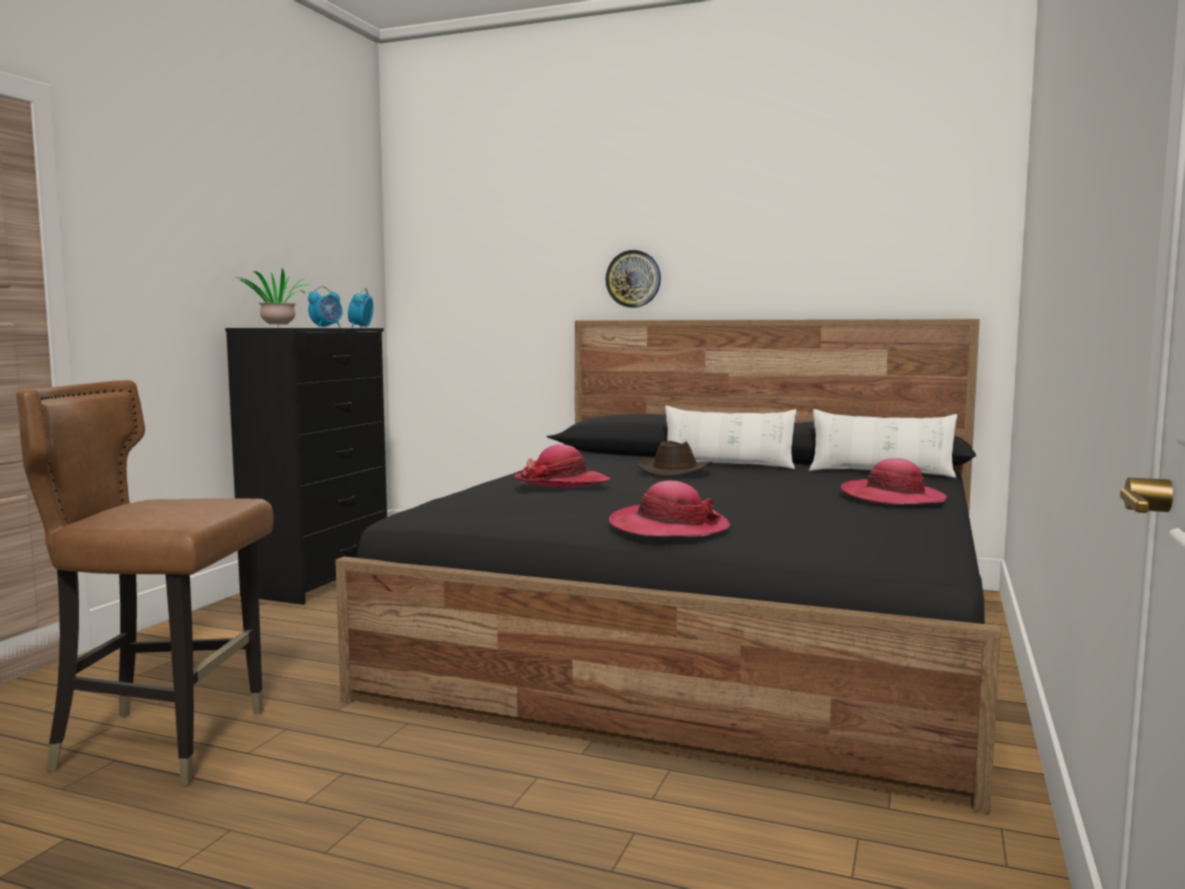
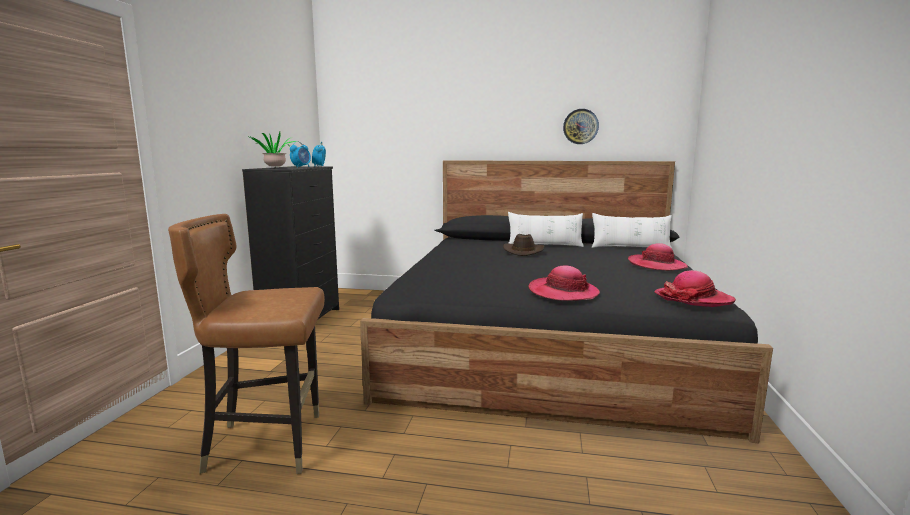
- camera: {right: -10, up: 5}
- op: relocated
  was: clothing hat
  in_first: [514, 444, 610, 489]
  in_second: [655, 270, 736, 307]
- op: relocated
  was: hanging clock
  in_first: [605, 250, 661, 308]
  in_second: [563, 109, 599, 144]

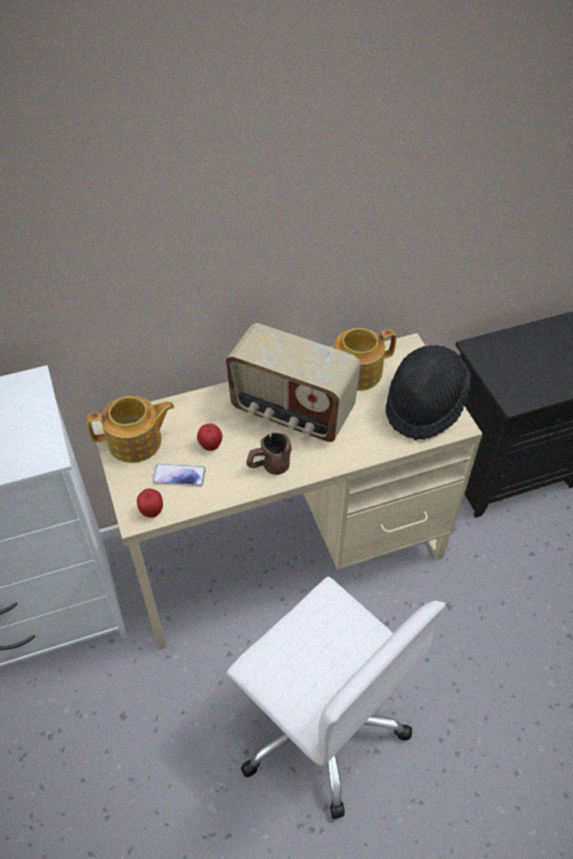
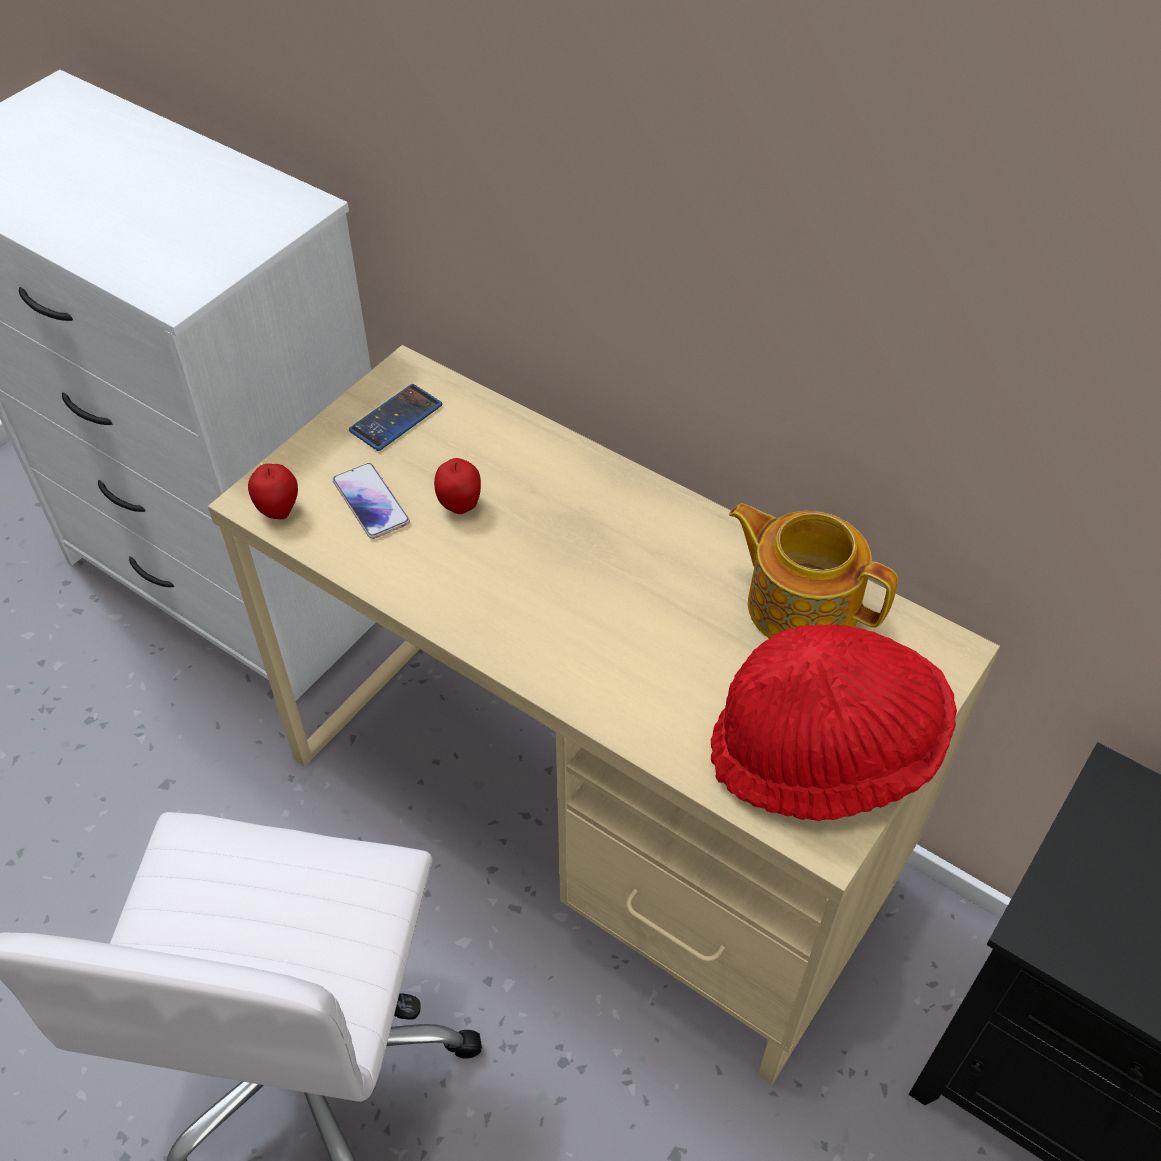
- camera: {right: 55, up: 0}
- op: exchanged
  was: teapot
  now: telephone
  in_first: [86, 396, 174, 463]
  in_second: [349, 384, 442, 451]
- op: missing
  was: radio set
  in_first: [226, 323, 361, 442]
- op: missing
  was: mug in brown-coloured
  in_first: [246, 433, 291, 475]
- op: colour
  was: clothing hat in black
  now: clothing hat in red-coloured
  in_first: [386, 345, 472, 441]
  in_second: [711, 624, 957, 821]

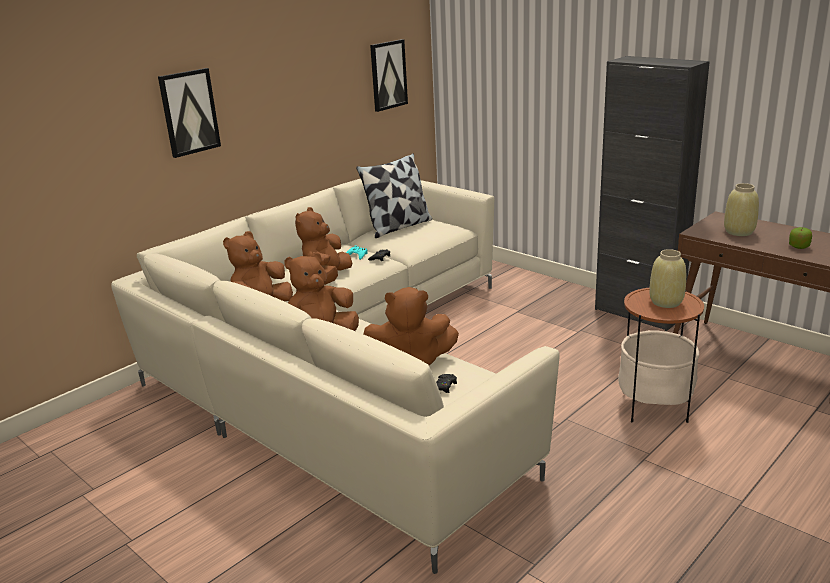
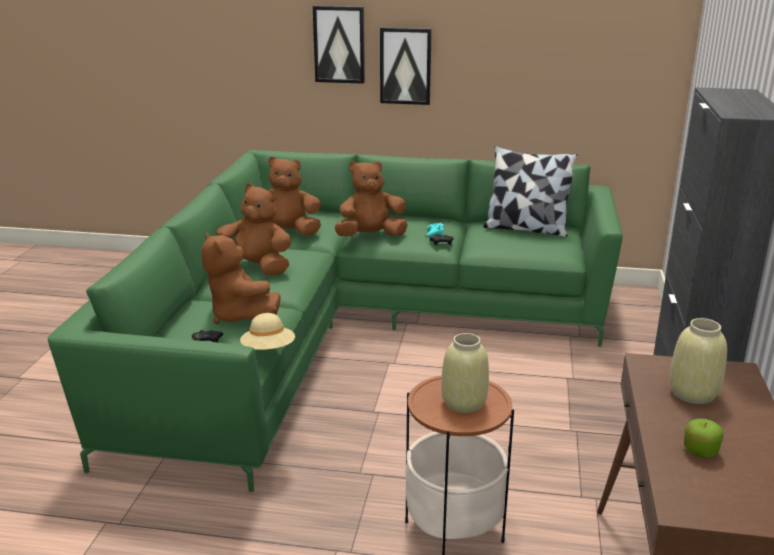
- camera: {right: 55, up: 0}
- op: colour
  was: couch in beige-coloured
  now: couch in greenish
  in_first: [111, 178, 560, 574]
  in_second: [48, 150, 623, 492]
- op: relocated
  was: wall picture
  in_first: [370, 39, 408, 112]
  in_second: [380, 27, 432, 105]
- op: appeared
  now: clothing hat in beige-coloured
  in_second: [240, 313, 295, 350]

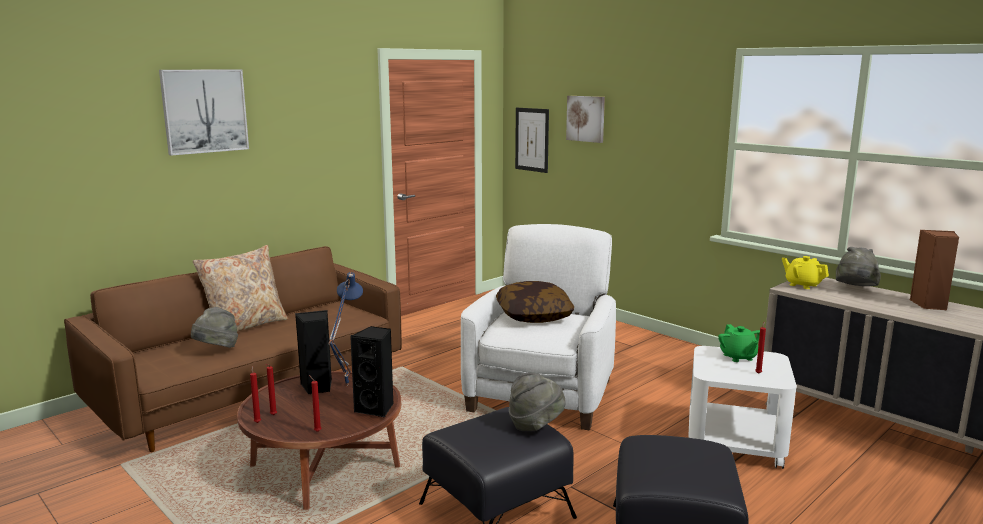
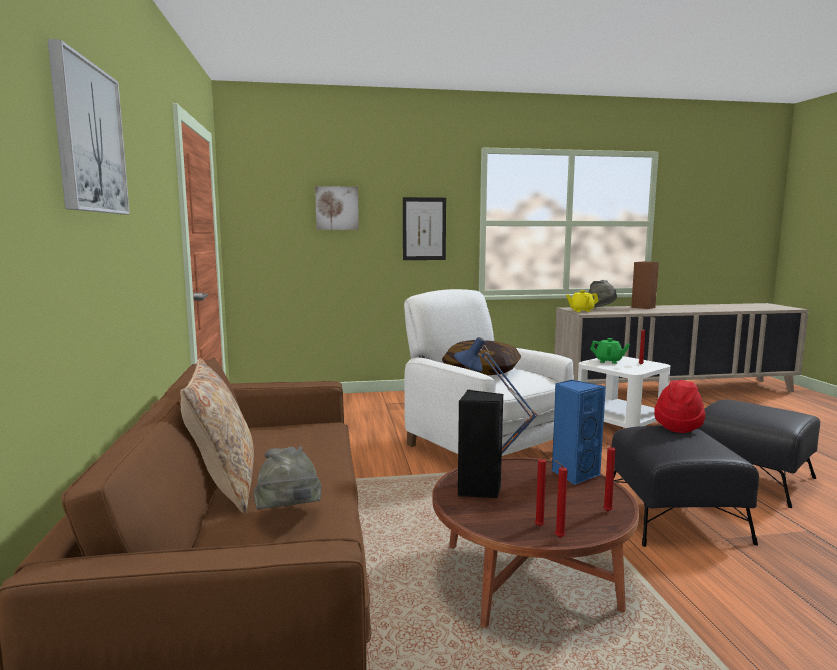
- camera: {right: -55, up: -5}
- op: colour
  was: loudspeaker in black
  now: loudspeaker in blue
  in_first: [350, 326, 394, 418]
  in_second: [552, 380, 606, 485]
- op: colour
  was: clothing hat in grey
  now: clothing hat in red-coloured
  in_first: [509, 372, 566, 431]
  in_second: [654, 380, 705, 433]
- op: relocated
  was: wall picture
  in_first: [515, 108, 549, 173]
  in_second: [403, 197, 446, 260]

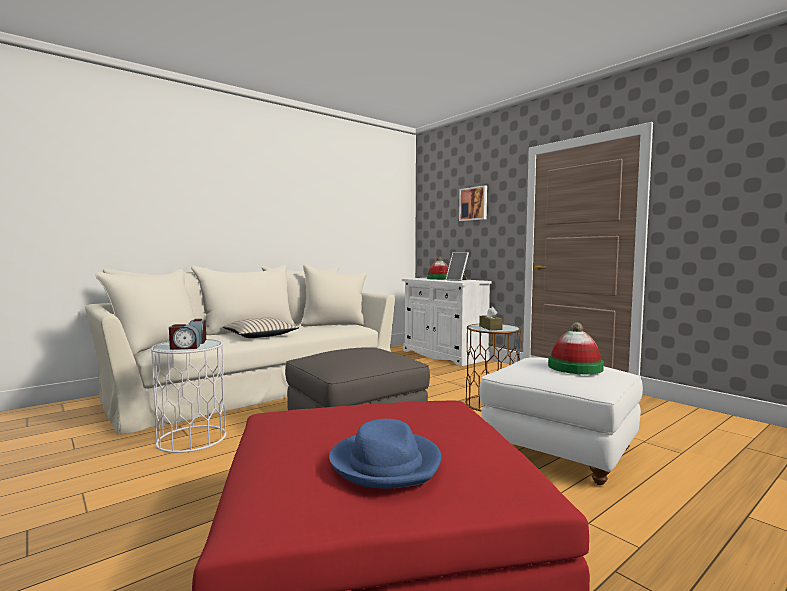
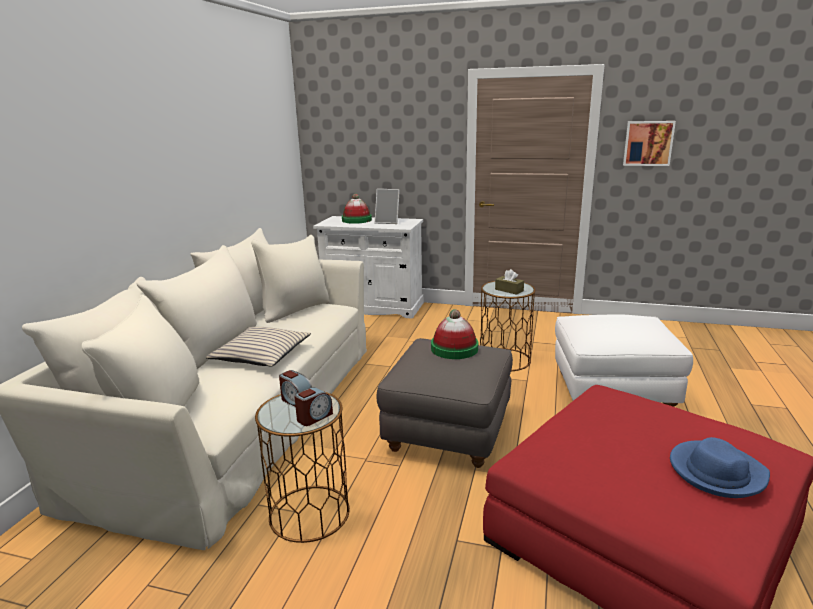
- camera: {right: -35, up: 15}
- op: colour
  was: side table in white-coloured
  now: side table in brown-coloured
  in_first: [151, 339, 226, 453]
  in_second: [255, 391, 350, 543]
- op: relocated
  was: wall picture
  in_first: [459, 185, 487, 221]
  in_second: [623, 121, 676, 166]
- op: relocated
  was: clothing hat
  in_first: [548, 322, 604, 374]
  in_second: [431, 309, 478, 359]

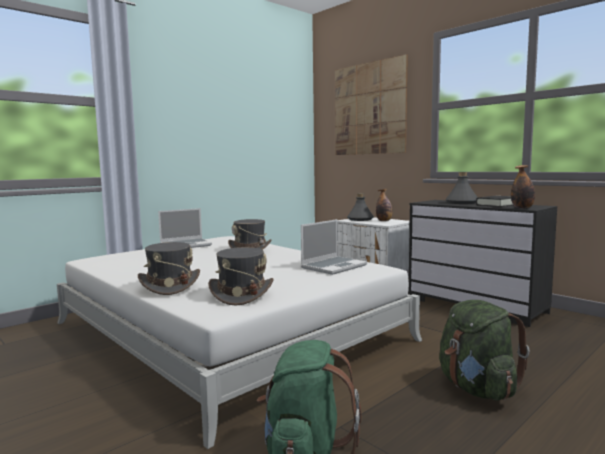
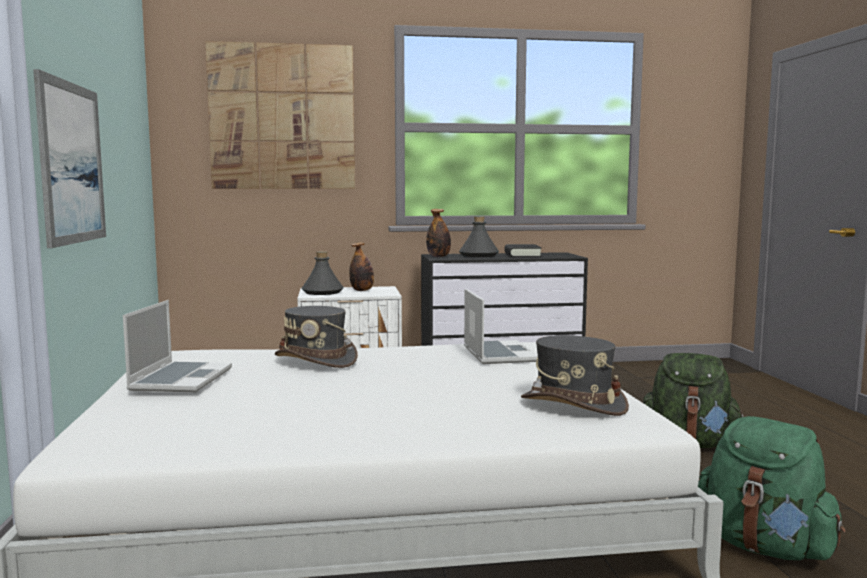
- camera: {right: -55, up: 0}
- op: missing
  was: clothing hat in grey
  in_first: [138, 242, 200, 295]
- op: relocated
  was: bottle
  in_first: [511, 165, 535, 208]
  in_second: [426, 209, 451, 257]
- op: appeared
  now: wall picture
  in_second: [33, 69, 106, 248]

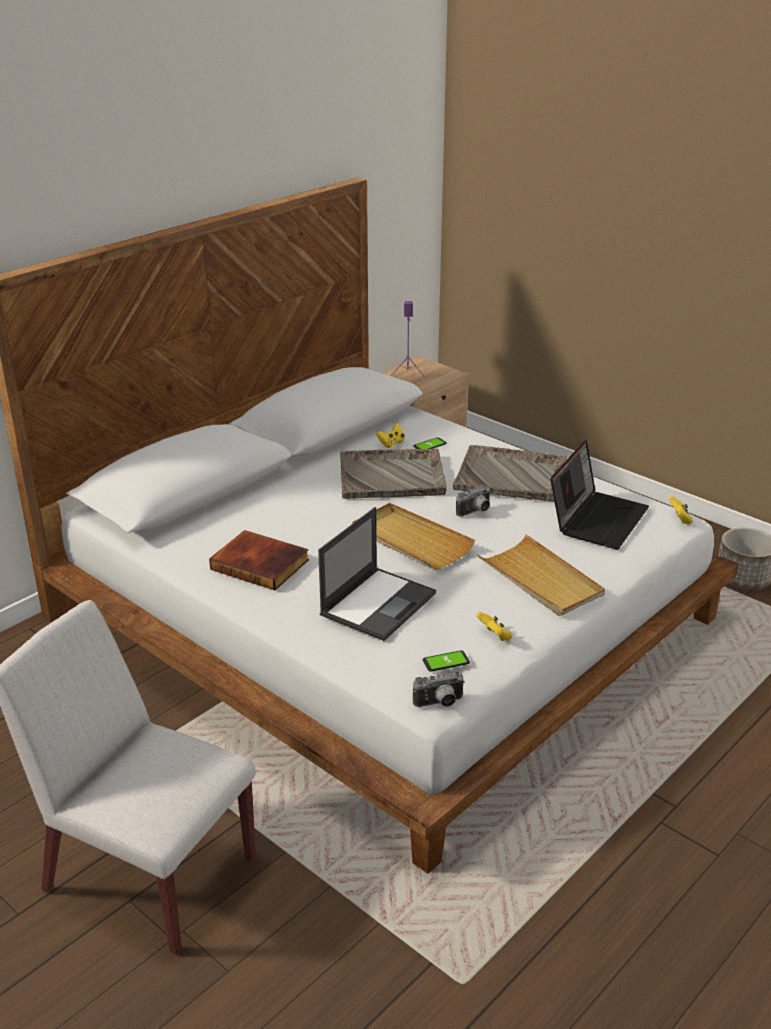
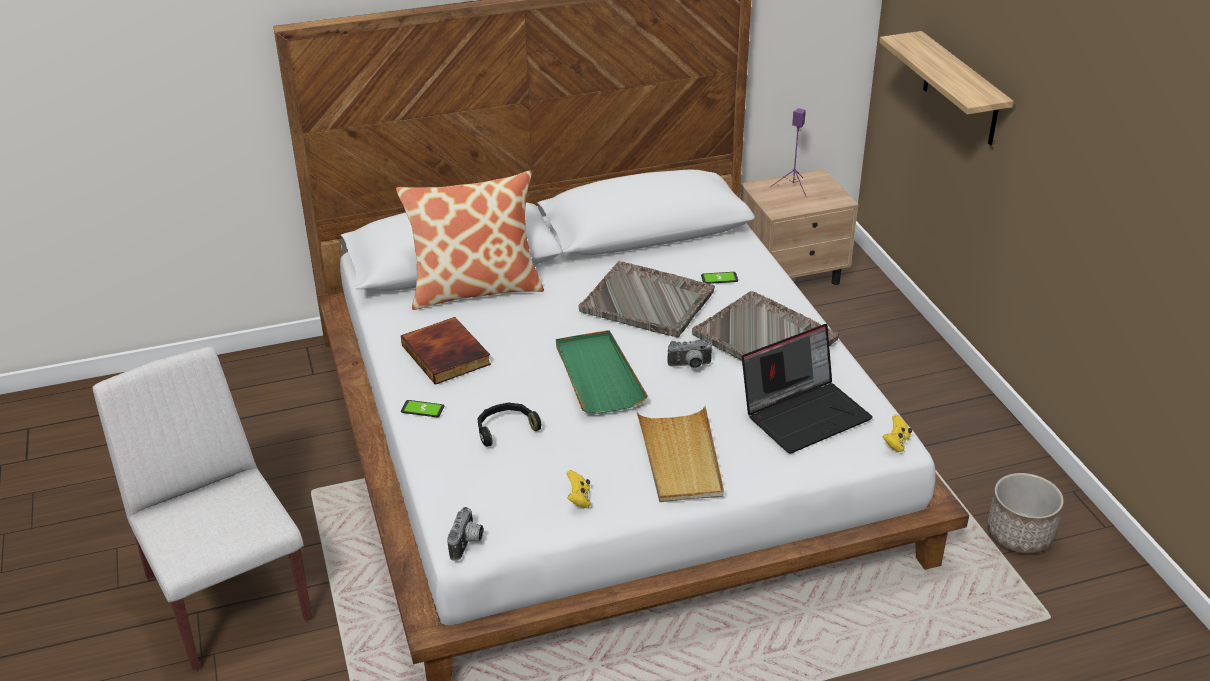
- camera: {right: 30, up: 5}
- op: exchanged
  was: laptop
  now: headphones in black
  in_first: [318, 507, 436, 641]
  in_second: [477, 403, 541, 447]
- op: colour
  was: carrying tray in beige-coloured
  now: carrying tray in greenish
  in_first: [352, 503, 475, 569]
  in_second: [556, 330, 648, 414]
- op: missing
  was: gamepad in yellowish
  in_first: [376, 423, 405, 448]
- op: spun
  was: still camera
  in_first: [413, 671, 465, 707]
  in_second: [447, 507, 484, 561]
  clockwise: -90
- op: relocated
  was: telephone
  in_first: [423, 650, 470, 672]
  in_second: [401, 400, 444, 417]
- op: appeared
  now: throw pillow
  in_second: [396, 171, 544, 310]
- op: appeared
  now: bracket shelf
  in_second: [879, 31, 1014, 146]

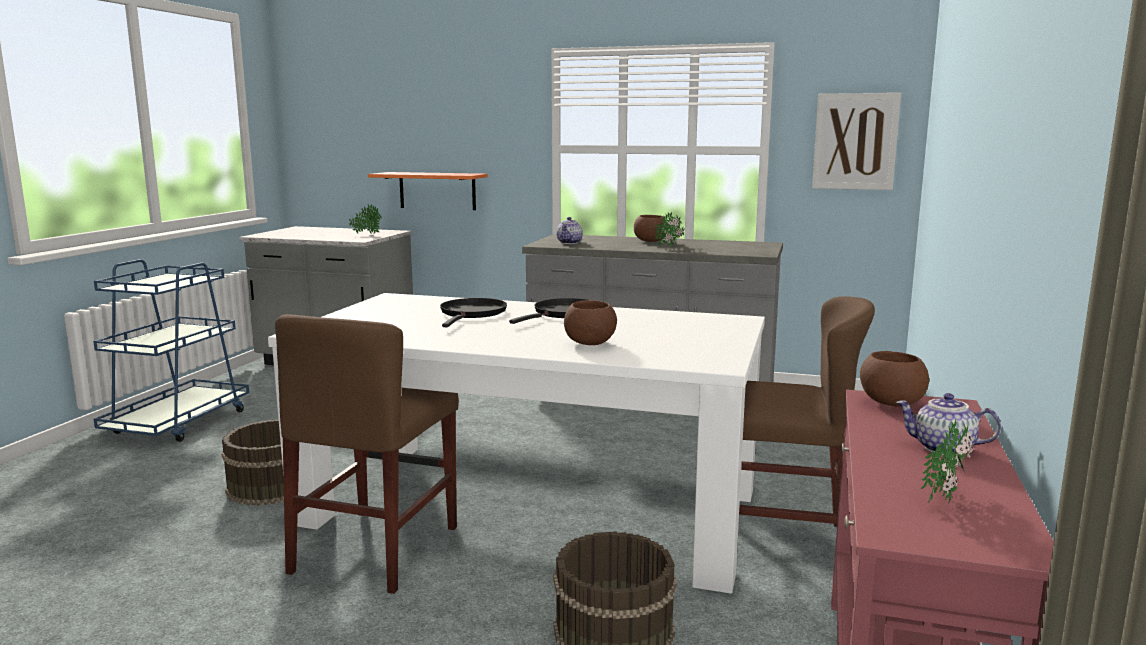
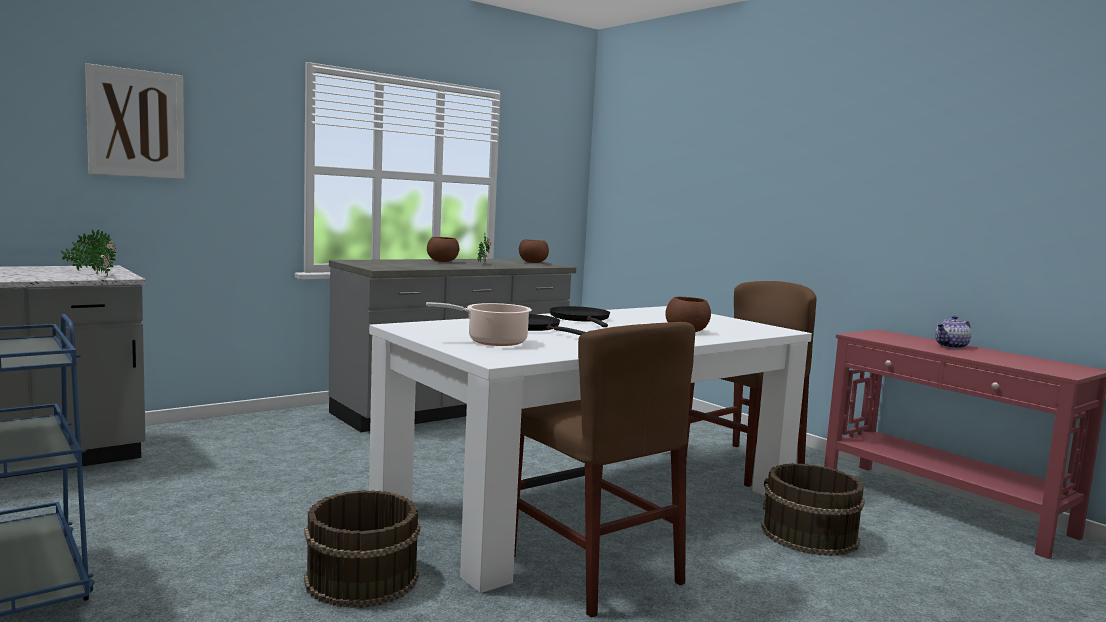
- camera: {right: -55, up: -5}
- op: missing
  was: bracket shelf in orange-coloured
  in_first: [368, 172, 488, 210]
- op: missing
  was: teapot
  in_first: [556, 217, 583, 244]
- op: relocated
  was: wall picture
  in_first: [812, 93, 901, 190]
  in_second: [85, 63, 184, 179]
- op: relocated
  was: deep dish in brown-coloured
  in_first: [860, 351, 929, 407]
  in_second: [519, 239, 549, 263]
- op: relocated
  was: houseplant
  in_first: [920, 419, 973, 503]
  in_second: [91, 233, 115, 276]
- op: appeared
  now: saucepot
  in_second: [426, 302, 532, 346]

